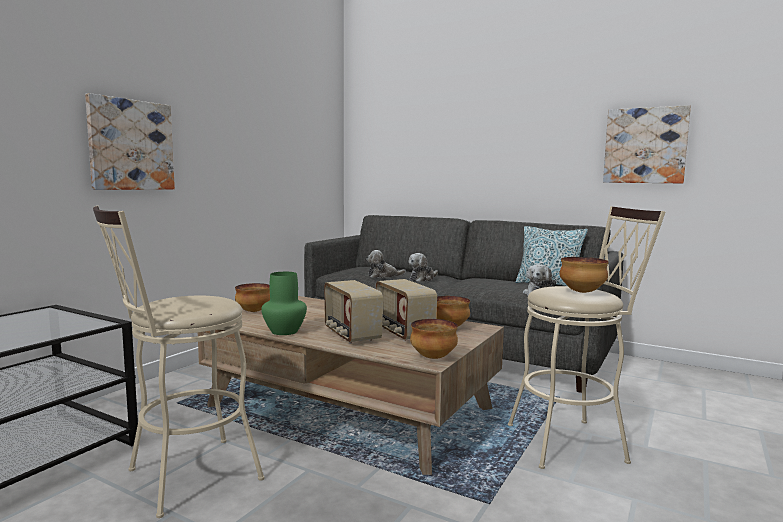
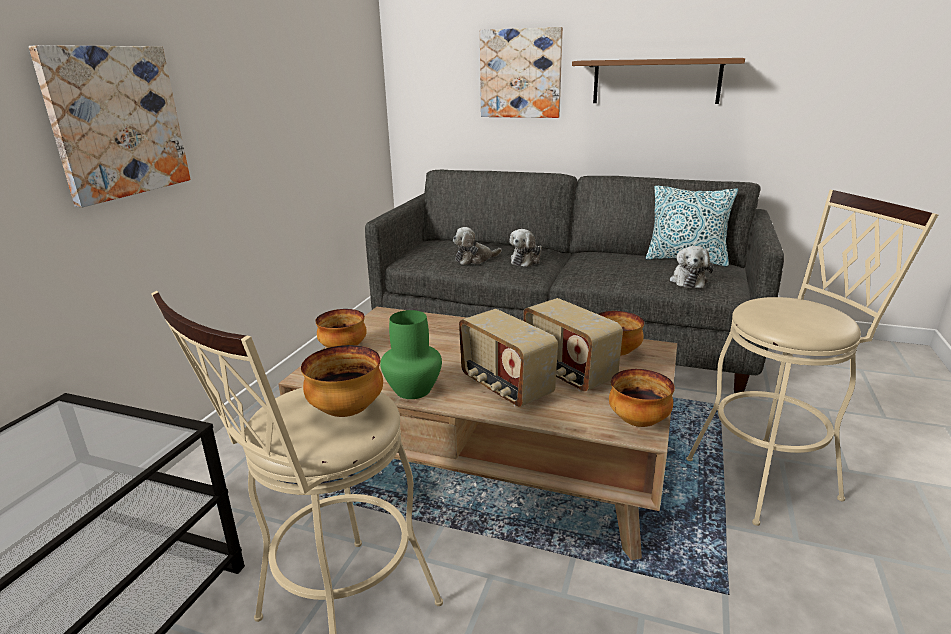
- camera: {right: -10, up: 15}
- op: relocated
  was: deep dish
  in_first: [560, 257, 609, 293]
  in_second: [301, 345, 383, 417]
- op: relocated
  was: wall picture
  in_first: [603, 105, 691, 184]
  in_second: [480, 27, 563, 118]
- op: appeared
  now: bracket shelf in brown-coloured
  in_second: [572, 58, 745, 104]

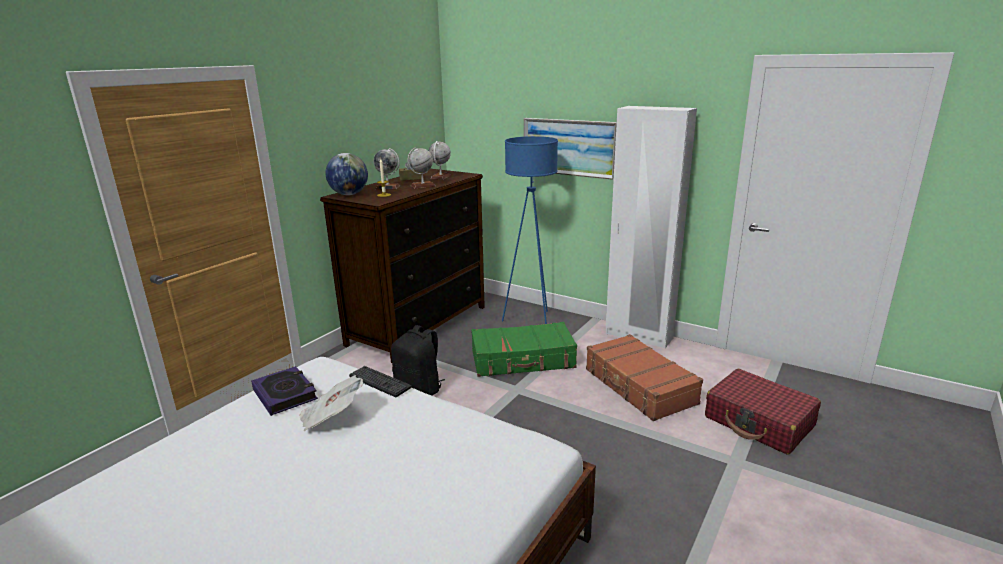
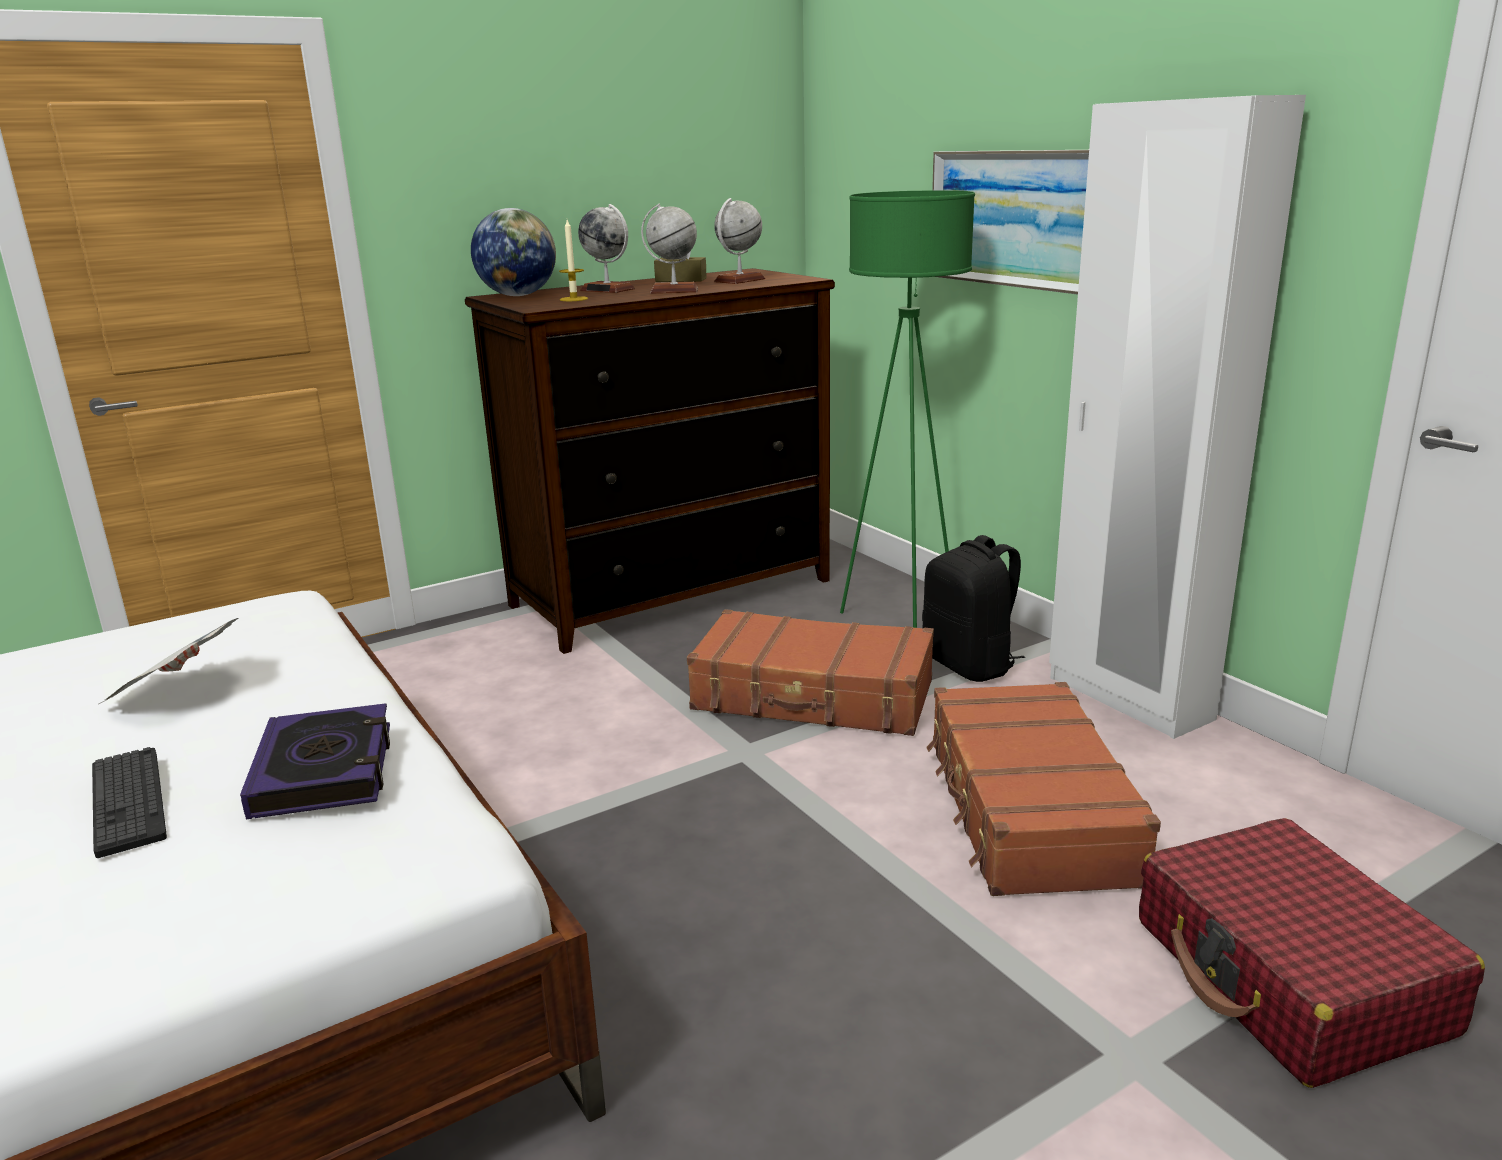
- camera: {right: 25, up: 0}
- op: relocated
  was: book
  in_first: [251, 366, 318, 416]
  in_second: [240, 703, 390, 819]
- op: relocated
  was: computer keyboard
  in_first: [349, 366, 411, 397]
  in_second: [92, 747, 167, 858]
- op: relocated
  was: rucksack in black
  in_first: [391, 325, 445, 396]
  in_second: [922, 535, 1025, 682]
- op: colour
  was: travel case in greenish
  now: travel case in brown-coloured
  in_first: [471, 322, 577, 377]
  in_second: [687, 609, 934, 736]
- op: colour
  was: standing lamp in blue
  now: standing lamp in greenish
  in_first: [502, 136, 558, 324]
  in_second: [840, 190, 975, 628]

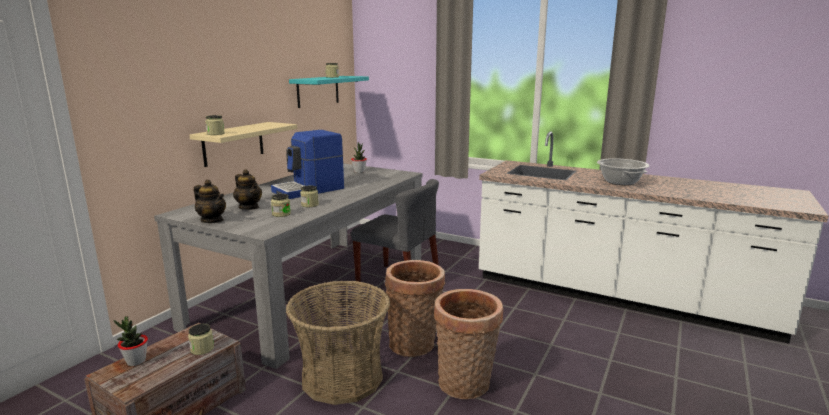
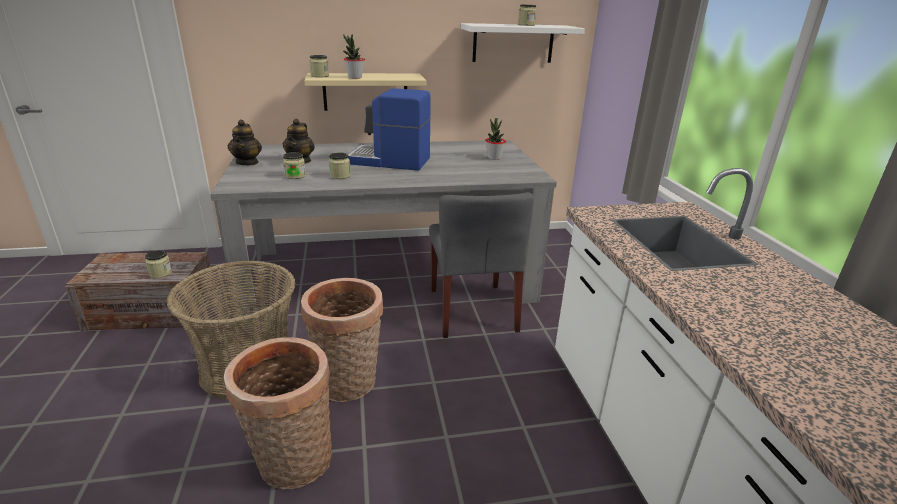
- camera: {right: 50, up: 10}
- op: relocated
  was: houseplant
  in_first: [114, 316, 148, 366]
  in_second: [343, 34, 365, 79]
- op: colour
  was: bracket shelf in turquoise-coloured
  now: bracket shelf in white-coloured
  in_first: [289, 76, 369, 108]
  in_second: [461, 23, 585, 63]
- op: missing
  was: saucepot
  in_first: [597, 158, 650, 185]

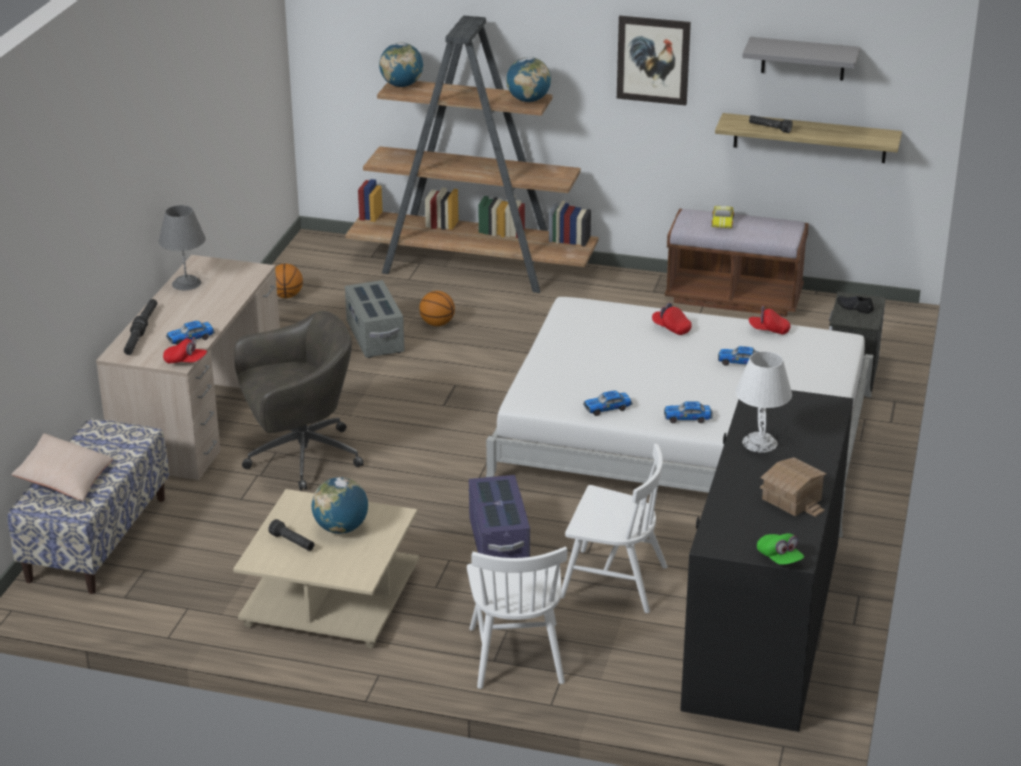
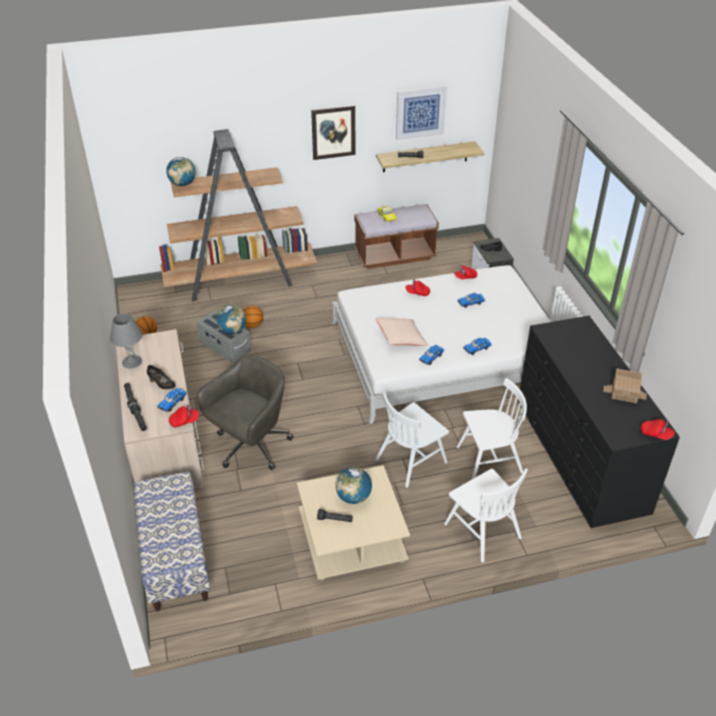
- camera: {right: -30, up: 10}
- op: relocated
  was: throw pillow in beige-coloured
  in_first: [12, 433, 113, 501]
  in_second: [375, 318, 428, 346]
- op: exchanged
  was: storage bin in purplish
  now: plain chair in white-coloured
  in_first: [469, 475, 530, 558]
  in_second: [375, 392, 449, 488]
- op: relocated
  was: desk globe
  in_first: [506, 57, 551, 102]
  in_second: [216, 305, 246, 334]
- op: missing
  was: table lamp in white-coloured
  in_first: [735, 351, 792, 453]
- op: exchanged
  was: bracket shelf in grey
  now: wall picture
  in_first: [742, 37, 860, 80]
  in_second: [396, 86, 447, 140]
- op: colour
  was: peaked cap in greenish
  now: peaked cap in red-coloured
  in_first: [757, 533, 804, 565]
  in_second: [641, 419, 675, 440]
- op: appeared
  now: item of footwear in black
  in_second: [147, 365, 176, 389]

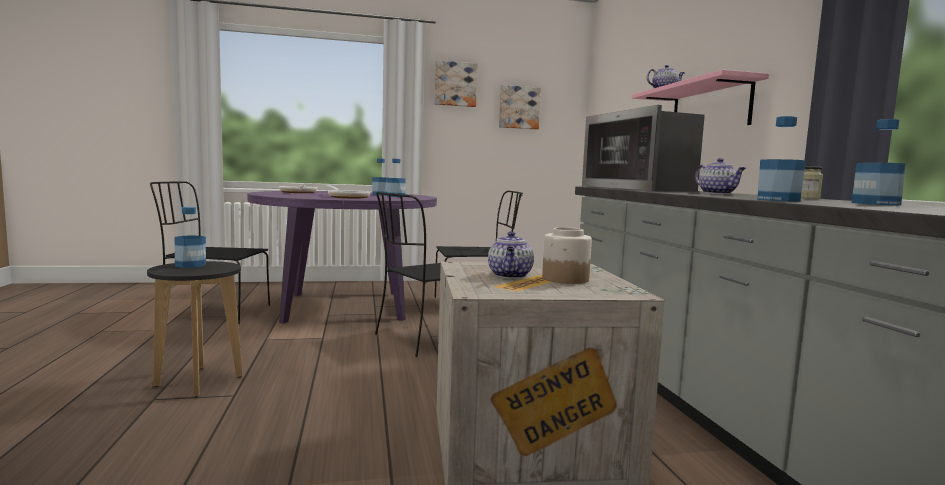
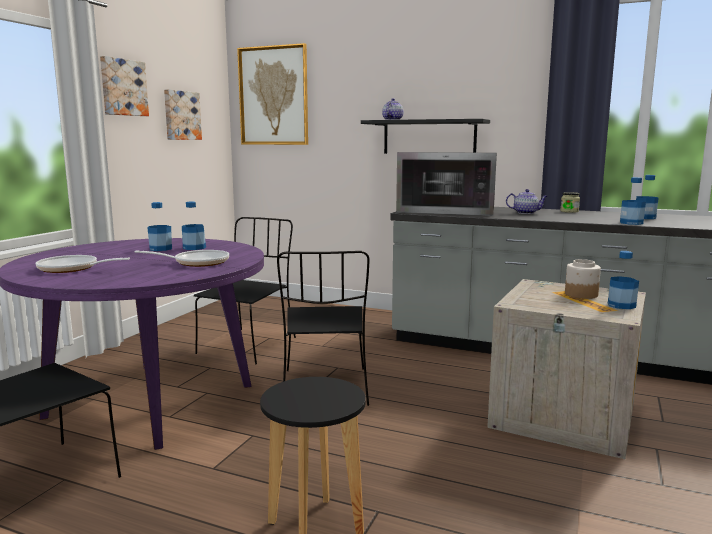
- camera: {right: -55, up: 5}
- op: relocated
  was: bottle
  in_first: [174, 207, 206, 268]
  in_second: [608, 251, 639, 309]
- op: missing
  was: teapot
  in_first: [488, 231, 534, 279]
- op: colour
  was: bracket shelf in pinkish
  now: bracket shelf in black
  in_first: [632, 70, 769, 125]
  in_second: [361, 119, 490, 154]
- op: appeared
  now: wall picture
  in_second: [237, 43, 308, 145]

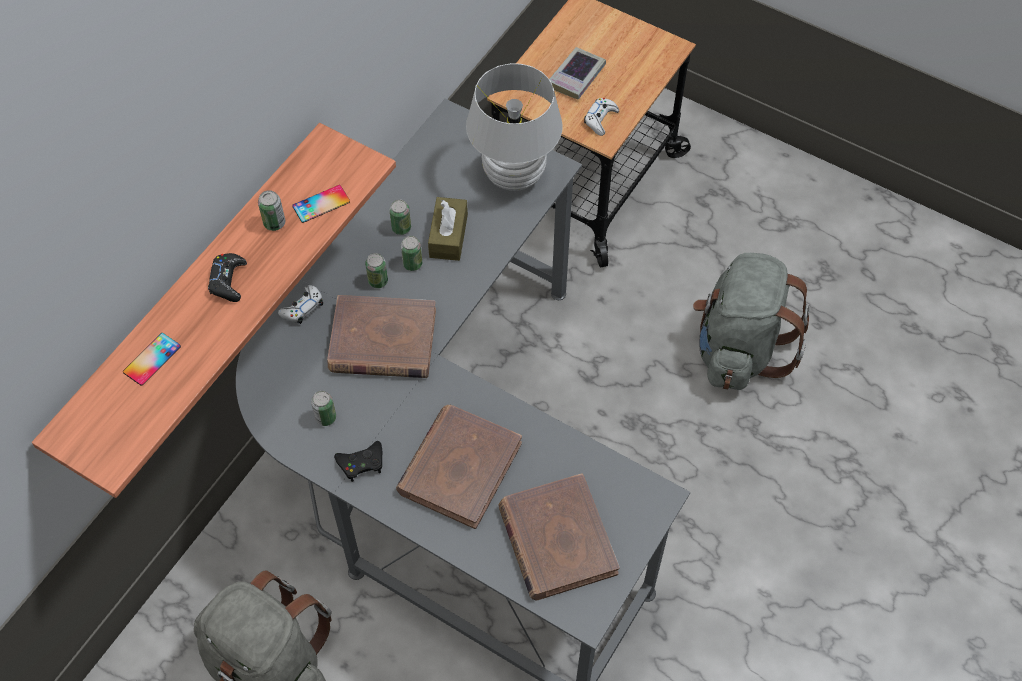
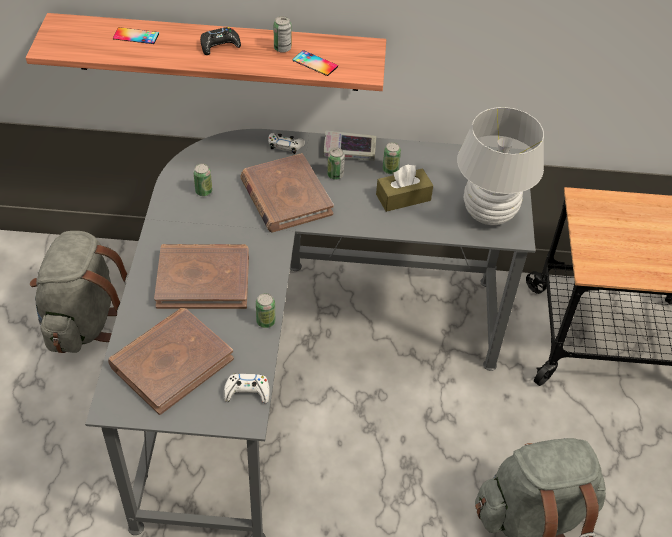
- camera: {right: 60, up: -10}
- op: missing
  was: gamepad in black
  in_first: [334, 441, 382, 482]
- op: relocated
  was: can
  in_first: [401, 236, 422, 271]
  in_second: [256, 293, 275, 328]
- op: relocated
  was: book
  in_first: [550, 47, 606, 99]
  in_second: [323, 130, 376, 160]
- op: relocated
  was: gamepad in white-coloured
  in_first: [584, 98, 619, 136]
  in_second: [224, 374, 270, 404]

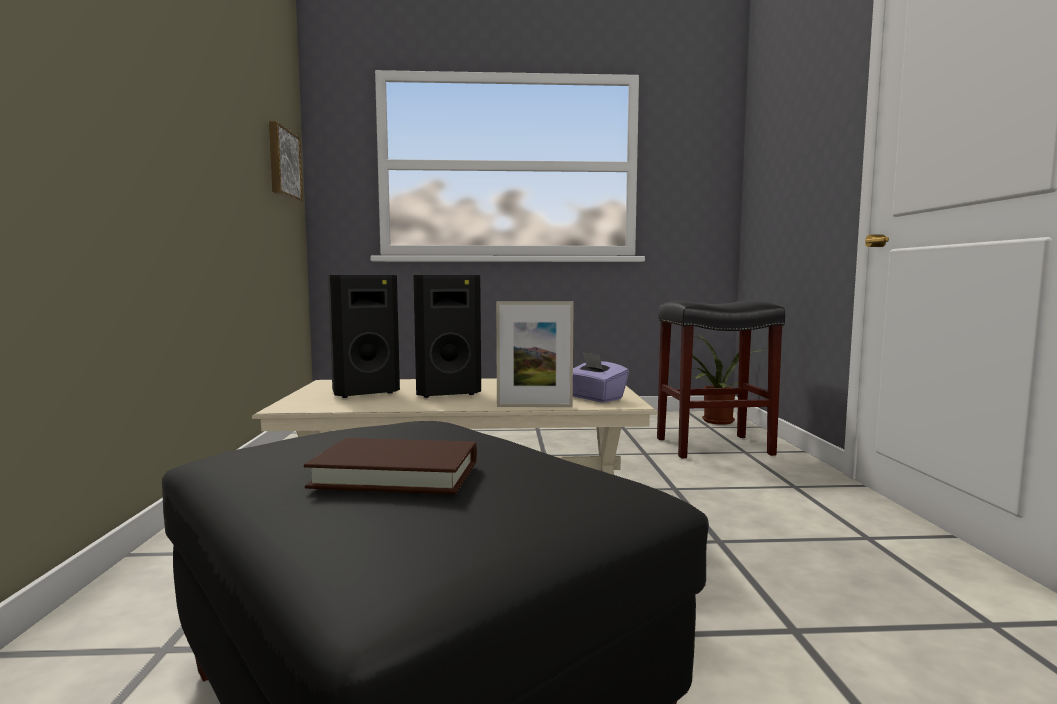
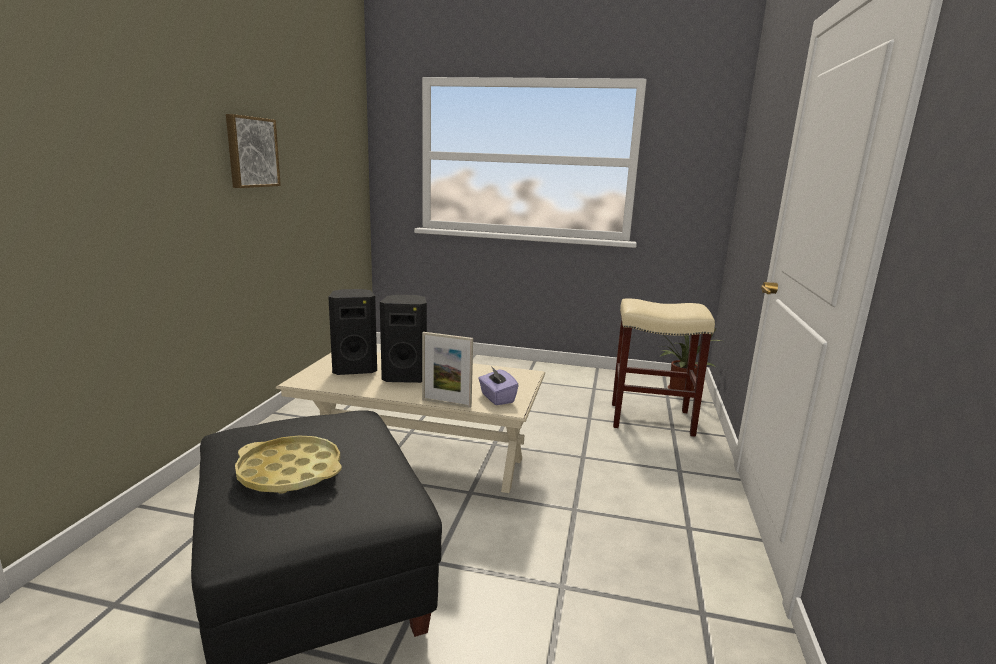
- camera: {right: 15, up: 10}
- op: relocated
  was: wall picture
  in_first: [269, 121, 303, 201]
  in_second: [226, 114, 281, 188]
- op: exchanged
  was: book in brown-coloured
  now: carrying tray in yellowish
  in_first: [304, 438, 477, 494]
  in_second: [235, 435, 342, 494]
- op: colour
  was: stool seat in black
  now: stool seat in beige-coloured
  in_first: [657, 301, 785, 459]
  in_second: [612, 298, 715, 437]

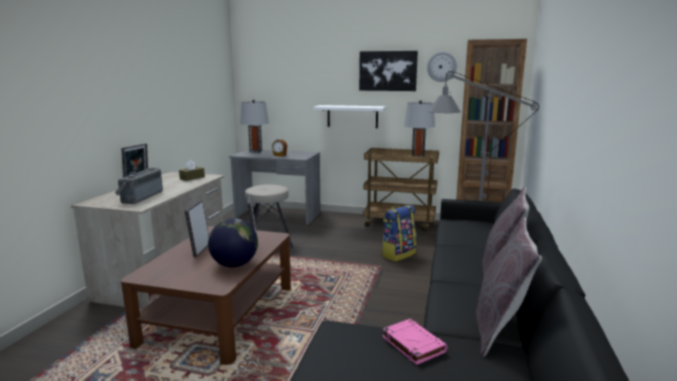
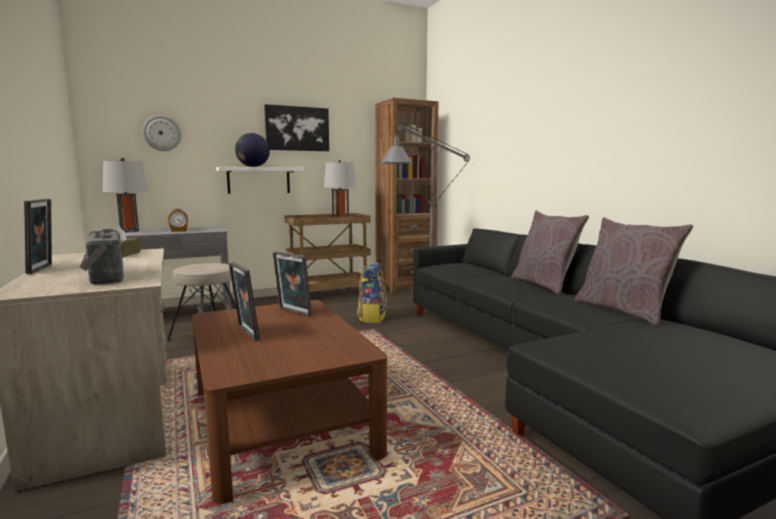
- camera: {right: -40, up: -5}
- op: relocated
  was: desk globe
  in_first: [208, 218, 258, 267]
  in_second: [235, 133, 270, 167]
- op: missing
  was: book in pinkish
  in_first: [382, 319, 447, 365]
- op: relocated
  was: hanging clock
  in_first: [427, 52, 457, 82]
  in_second: [143, 115, 182, 151]

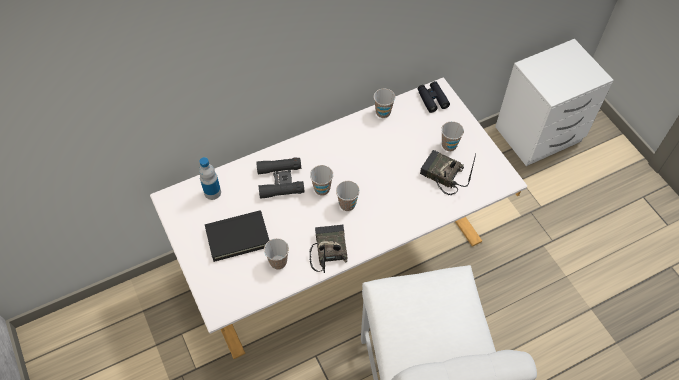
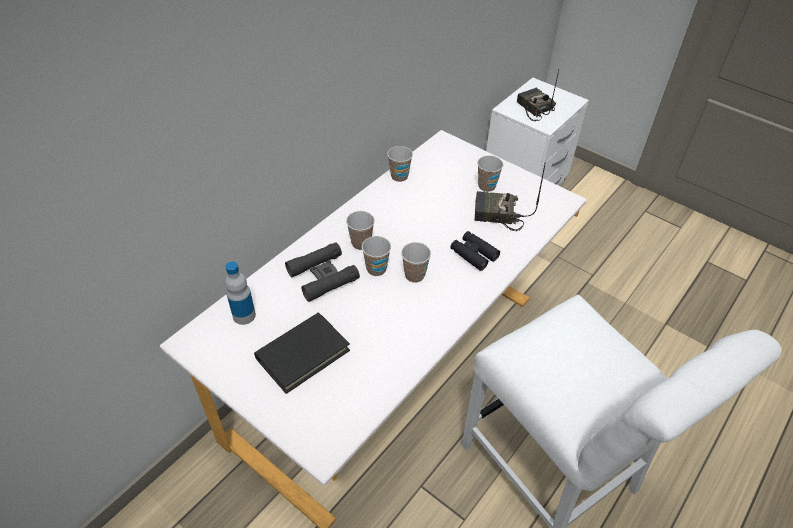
- camera: {right: -25, up: -10}
- op: relocated
  was: cup
  in_first: [264, 238, 289, 269]
  in_second: [346, 211, 375, 250]
- op: relocated
  was: radio set
  in_first: [309, 225, 347, 273]
  in_second: [517, 70, 559, 121]
- op: relocated
  was: field glasses in black
  in_first: [418, 81, 450, 113]
  in_second: [451, 231, 500, 271]

